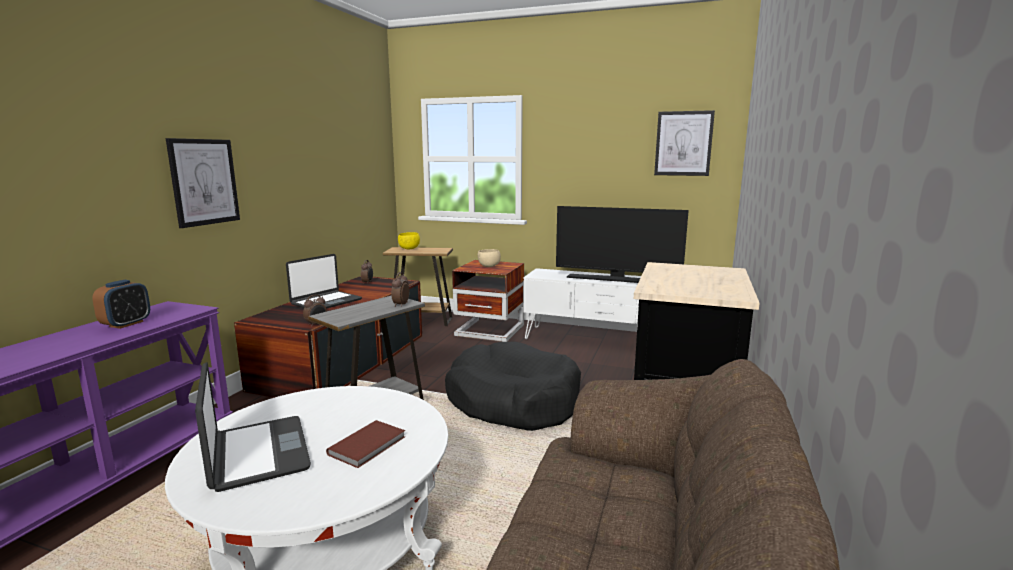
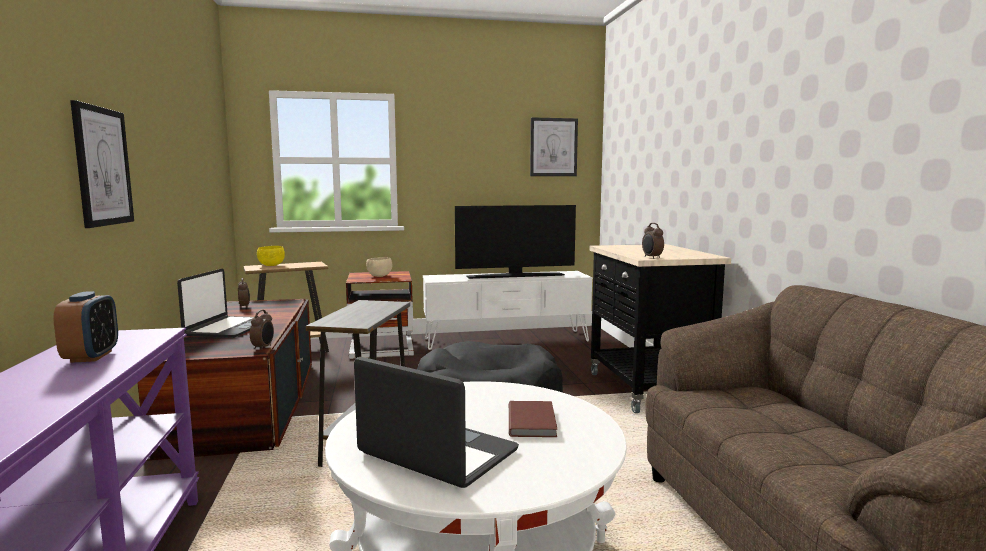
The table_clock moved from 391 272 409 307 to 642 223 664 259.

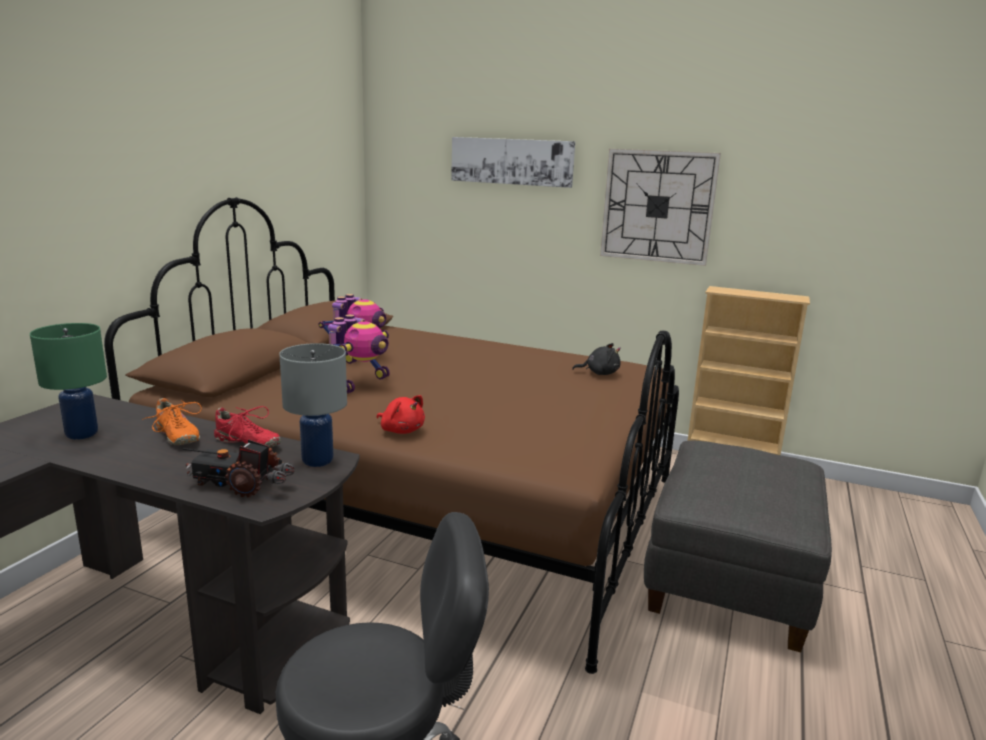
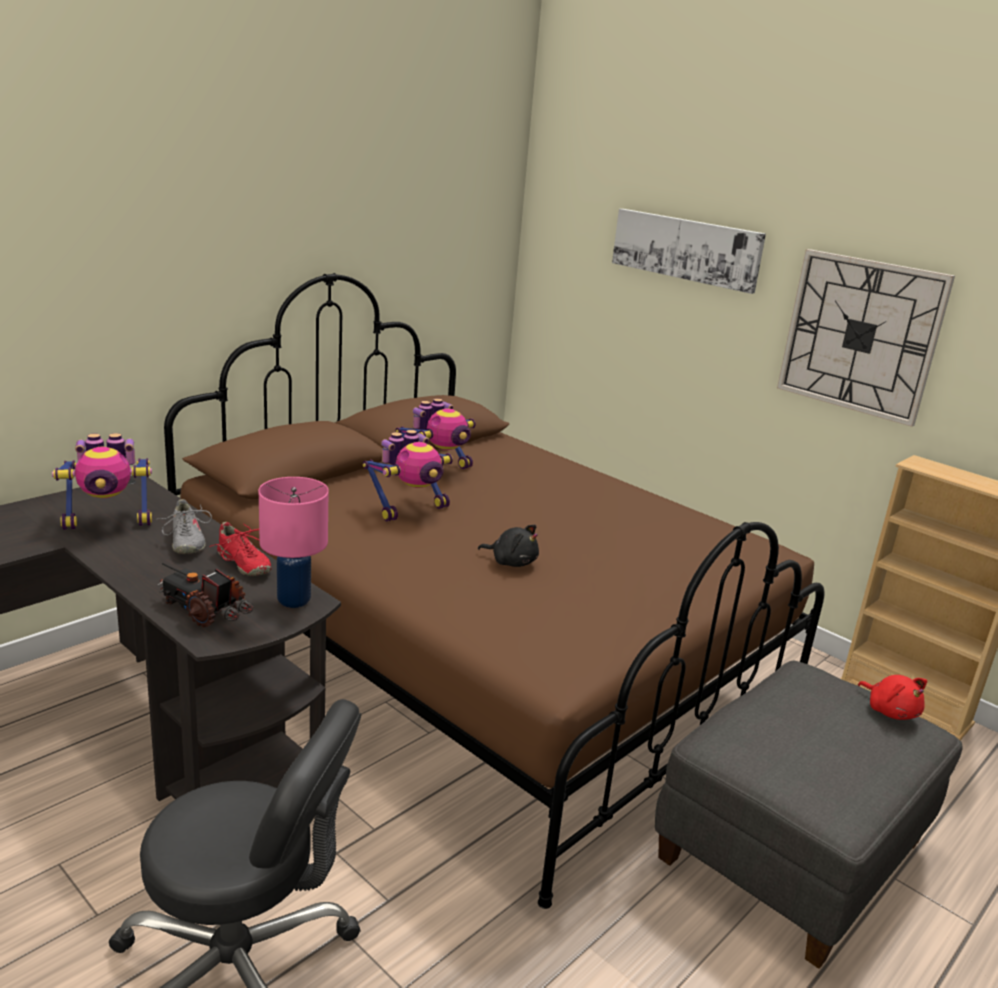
The greenish_table_lamp at 30 323 107 440 was replaced by the model_robot at 52 433 152 530.
The orangey_item_of_footwear at 142 398 202 445 became the grey_item_of_footwear at 157 499 212 554.
The grey_table_lamp at 279 343 347 467 became the pink_table_lamp at 259 477 329 608.
The blackish_plush_toy moved from 572 343 621 375 to 478 525 539 567.
The reddish_plush_toy moved from 376 395 425 434 to 858 675 927 720.

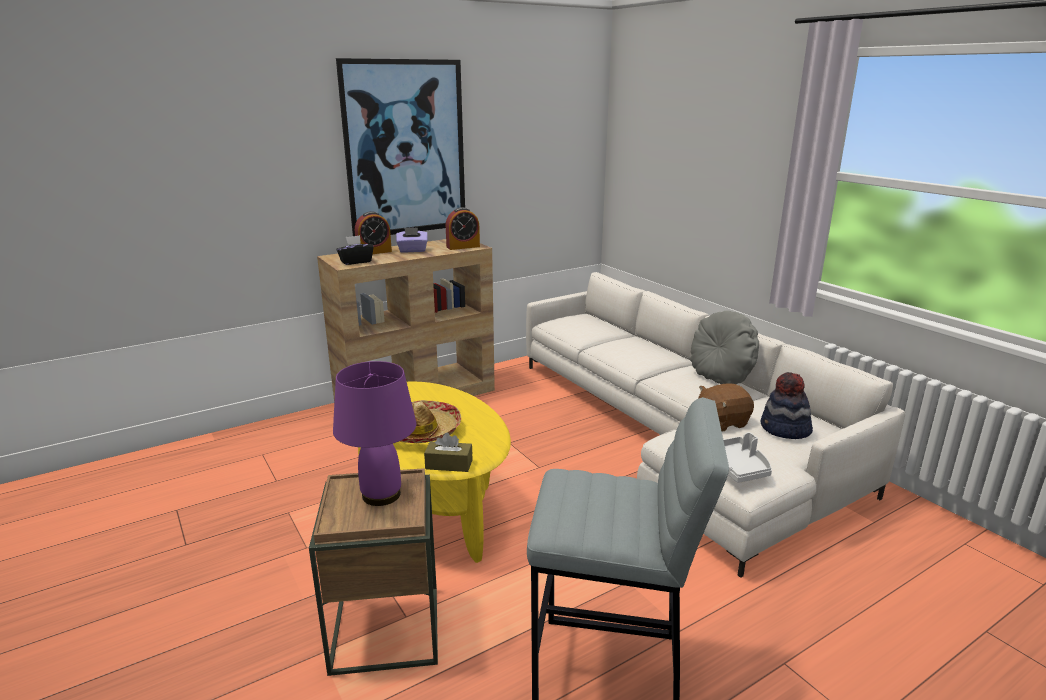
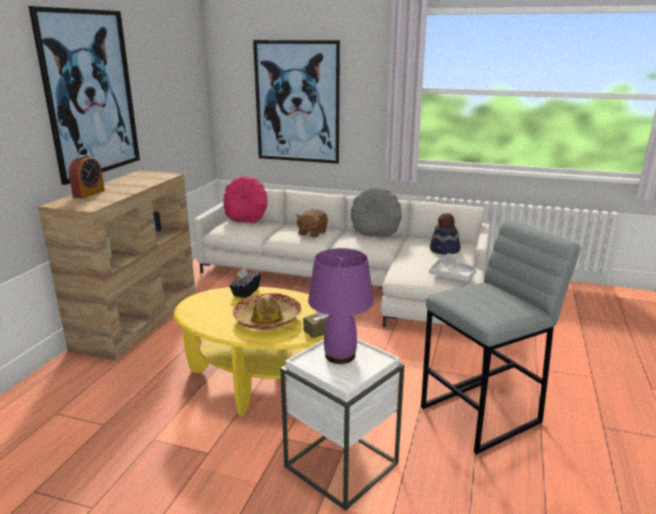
The pink_cushion at 223 176 268 223 appeared.
The blackish_box_of_tissues moved from 336 235 374 265 to 229 267 261 298.
The picture at 253 40 340 164 appeared.
The brownish_side_table at 309 468 438 676 became the whitish_side_table at 280 339 404 511.
The brownish_plush_toy moved from 698 383 754 432 to 296 209 328 238.
The purple-coloured_box_of_tissues at 396 228 428 253 disappeared.
The table_clock at 446 207 480 250 disappeared.

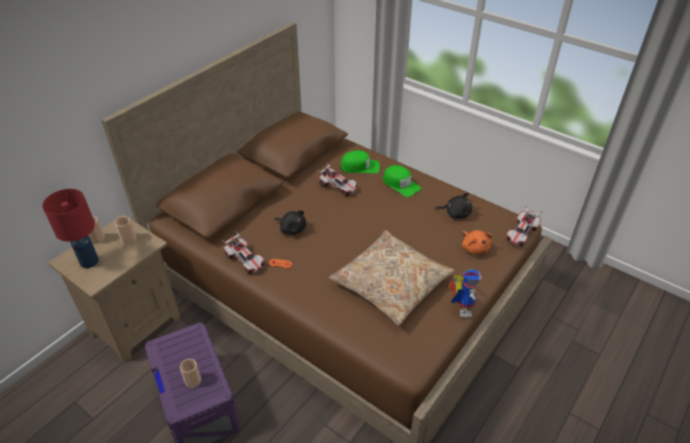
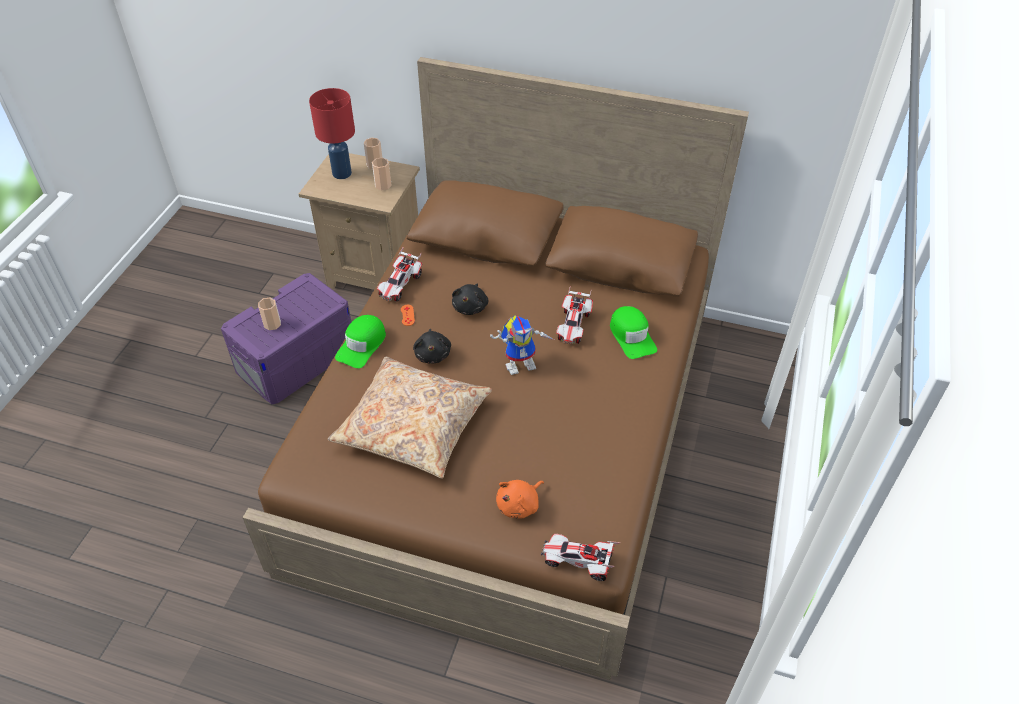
The greenish_baseball_cap moved from 383 165 421 197 to 335 315 386 368.
The blackish_plush_toy moved from 435 193 473 219 to 413 329 451 364.
The model_robot moved from 449 270 482 318 to 490 315 554 375.

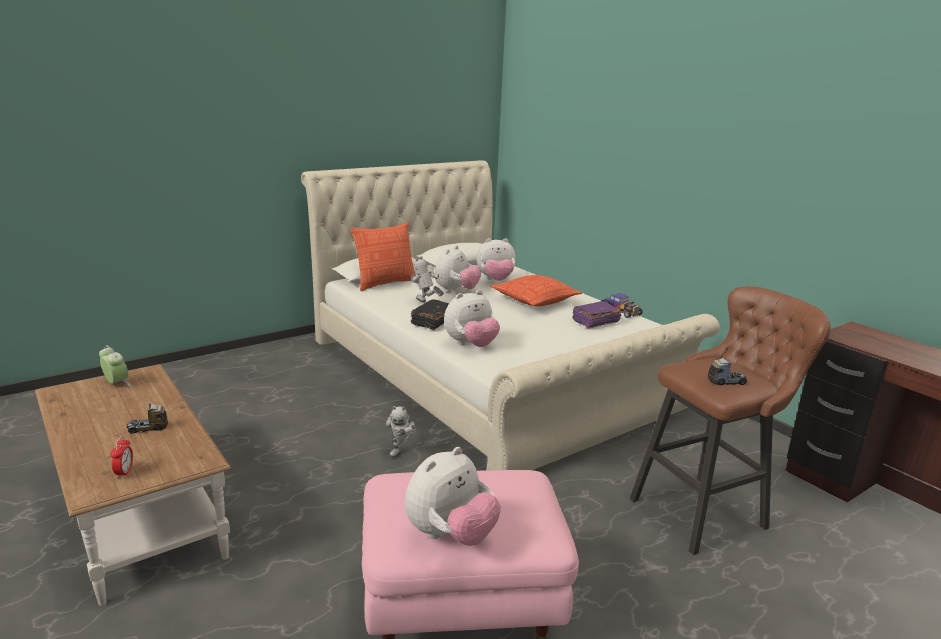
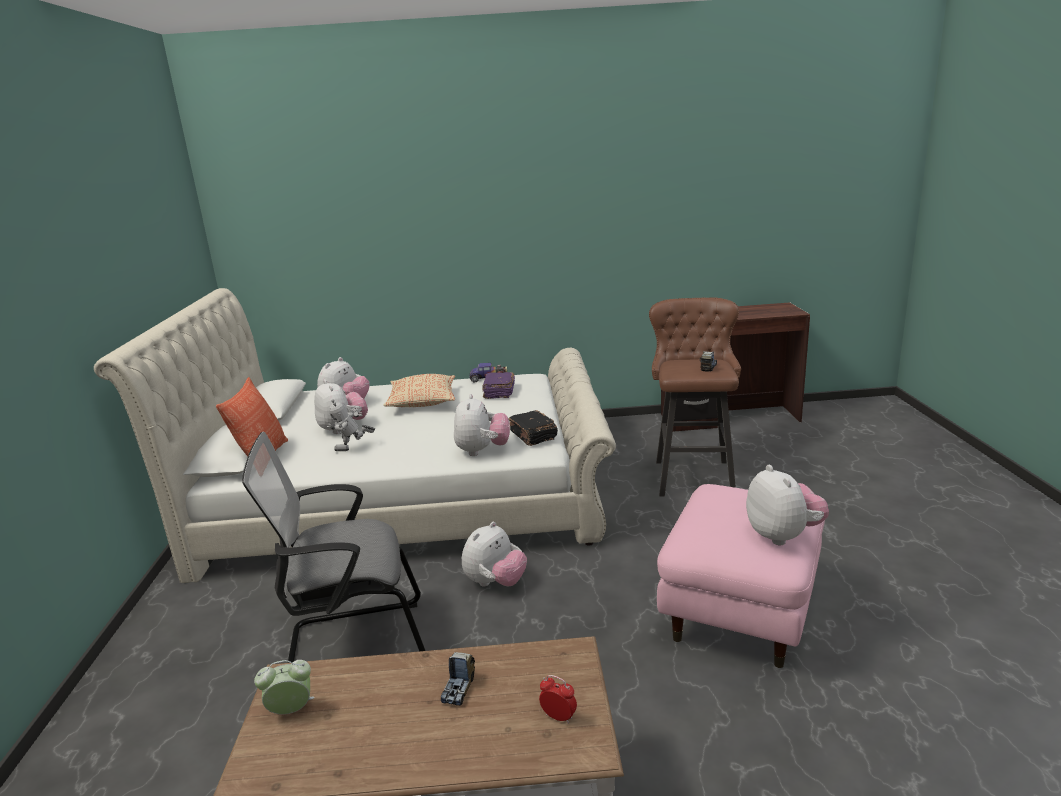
The chair at 242 431 425 663 appeared.
The orangey_cushion at 490 275 582 306 became the sand-coloured_cushion at 383 374 455 407.
The model_robot at 386 406 416 458 was replaced by the plush_toy at 462 522 527 587.
The blackish_bound_book moved from 411 299 449 330 to 508 410 558 446.

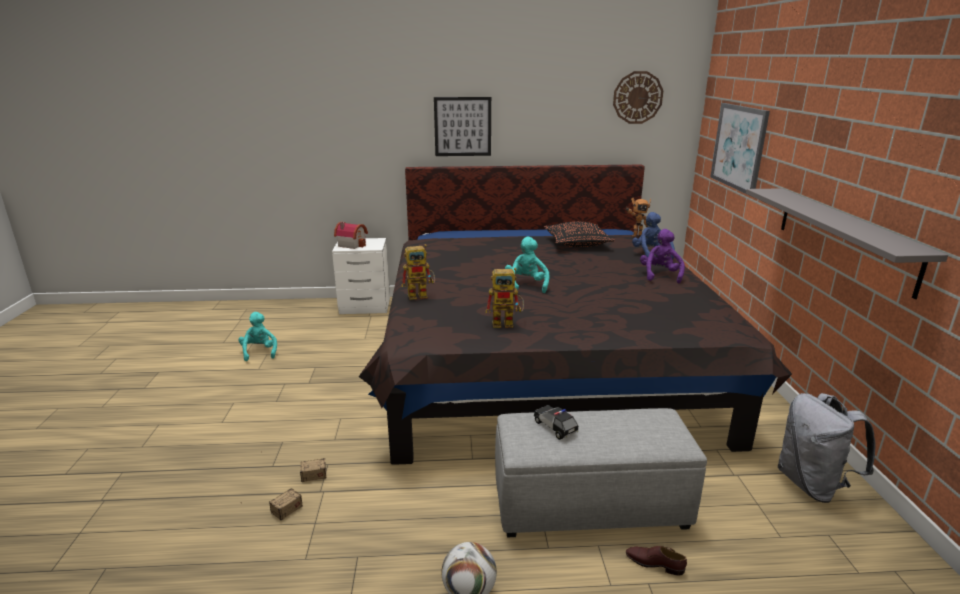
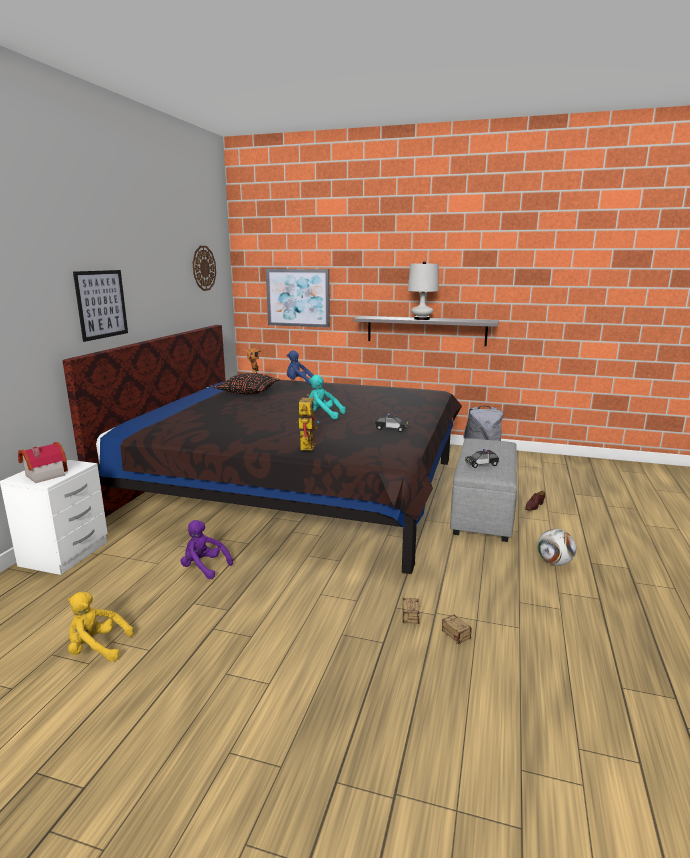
The turquoise-coloured_plush_toy at 239 312 277 361 became the yellow-coloured_plush_toy at 68 592 134 661.
The purple-coloured_plush_toy moved from 640 229 685 283 to 181 520 233 579.
The model_robot at 485 268 524 328 was replaced by the toy_car at 374 413 408 432.
The whitish_table_lamp at 408 261 439 320 appeared.

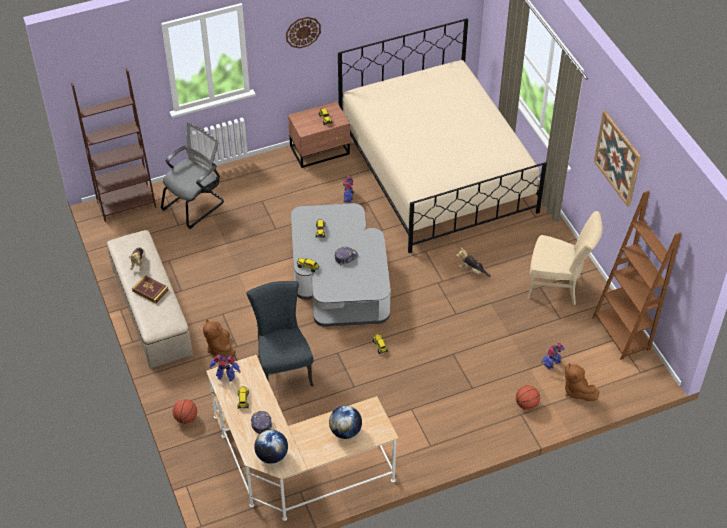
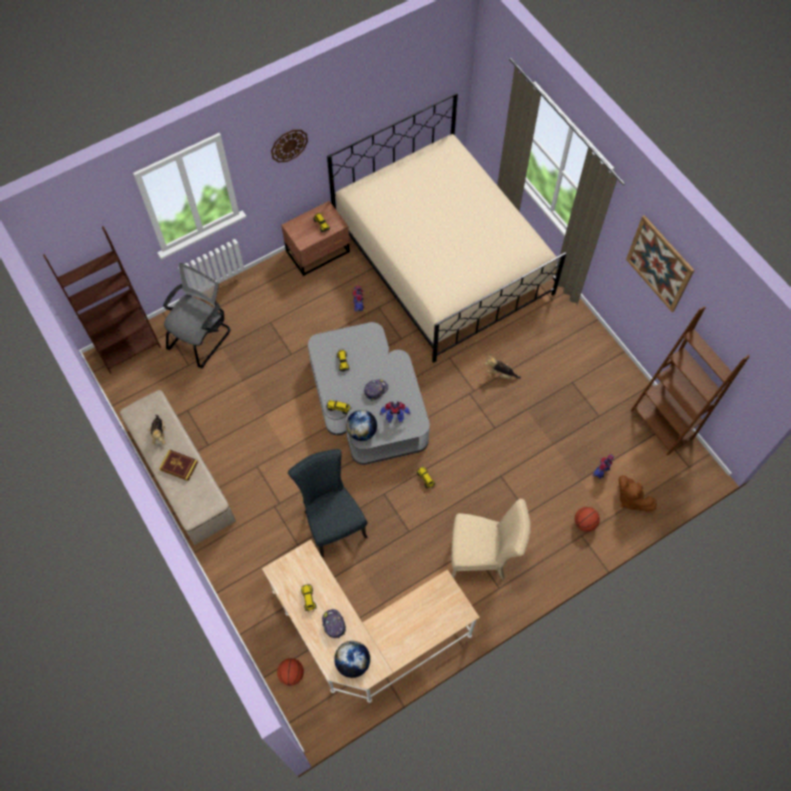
The basketball moved from 173 399 197 424 to 277 658 304 686.
The world_globe moved from 329 406 362 439 to 346 410 377 441.
The model_robot moved from 209 354 240 381 to 380 401 410 423.
The sand-coloured_chair moved from 527 211 603 305 to 451 499 531 580.
The brownish_plush_toy at 203 319 236 358 disappeared.

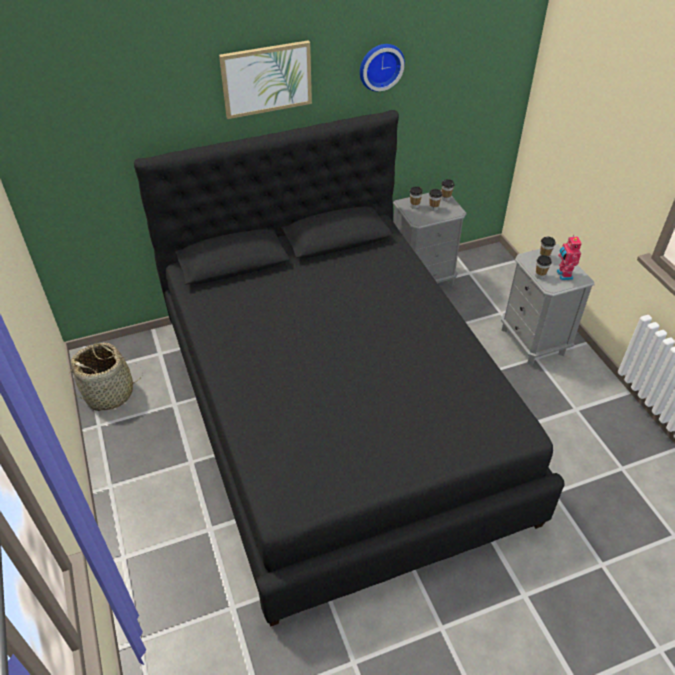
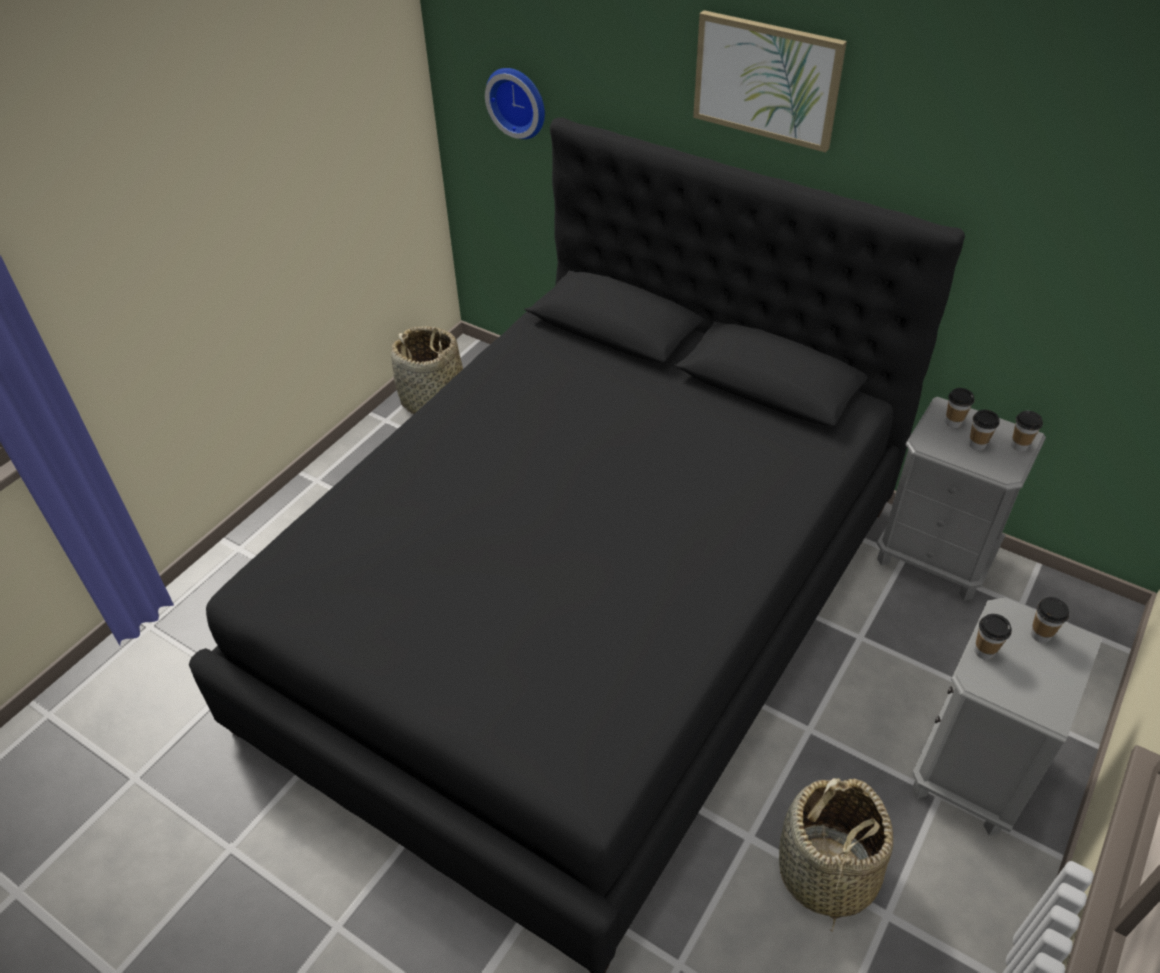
The hanging_clock moved from 360 44 405 92 to 485 68 545 139.
The household_basket at 779 778 893 932 appeared.
The model_robot at 557 235 582 280 disappeared.

